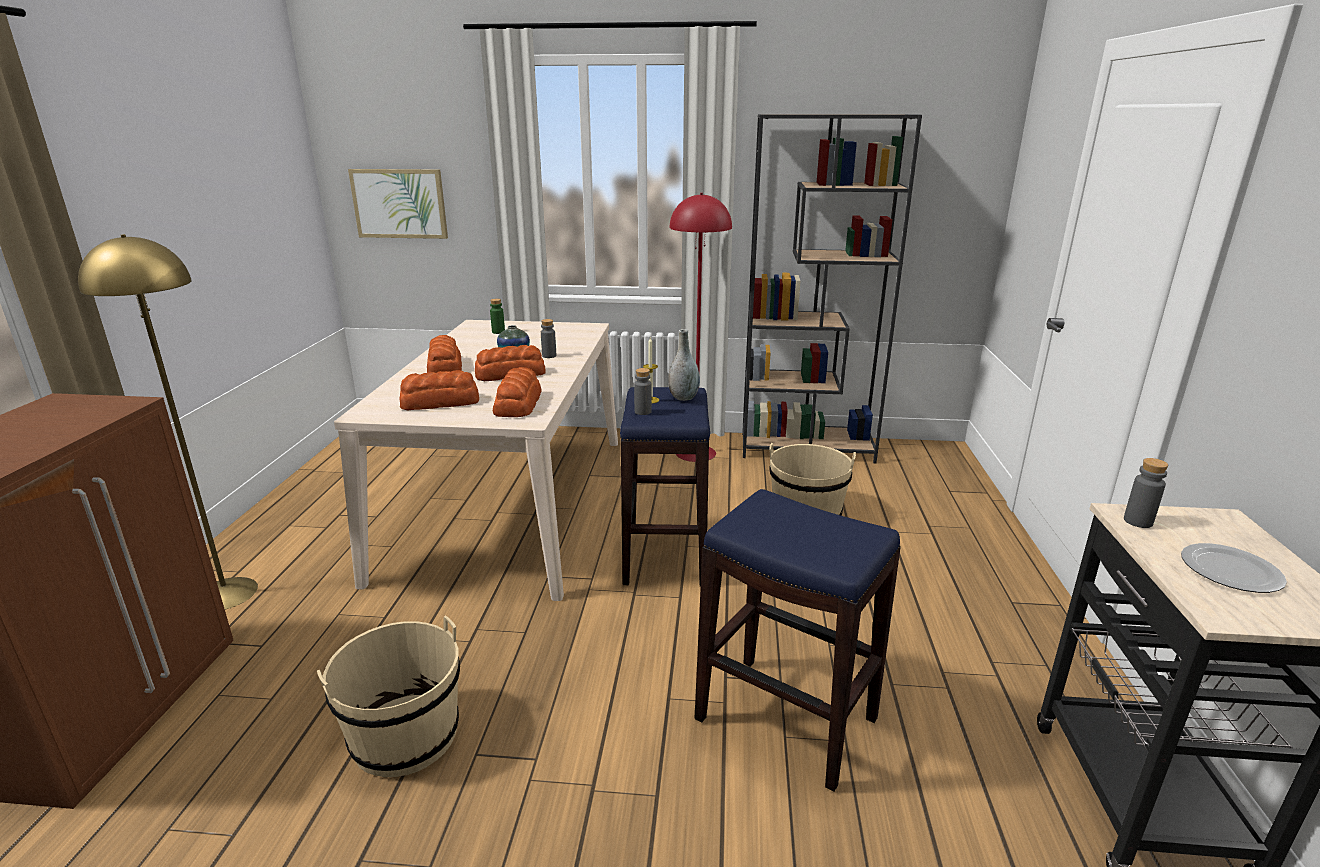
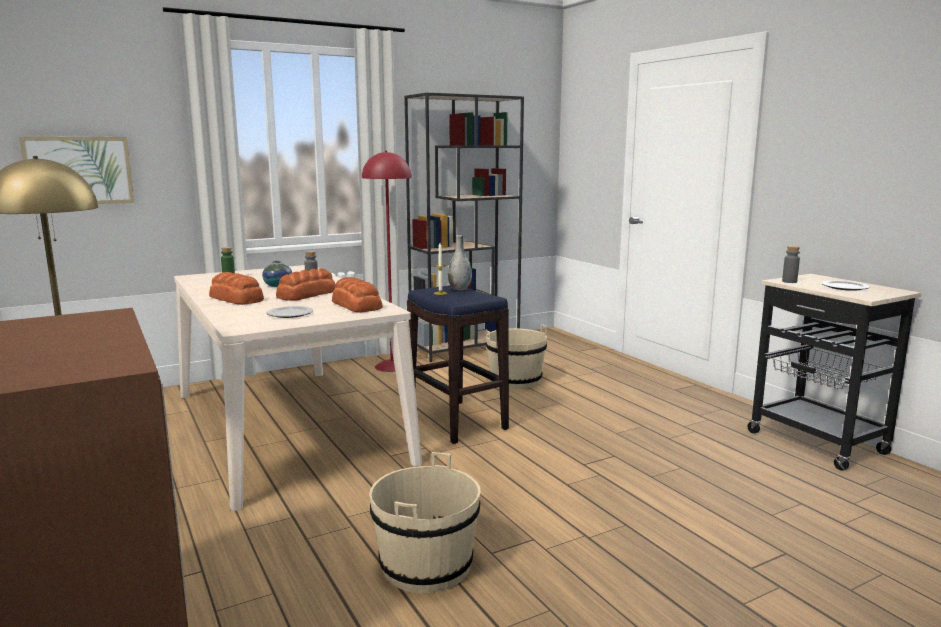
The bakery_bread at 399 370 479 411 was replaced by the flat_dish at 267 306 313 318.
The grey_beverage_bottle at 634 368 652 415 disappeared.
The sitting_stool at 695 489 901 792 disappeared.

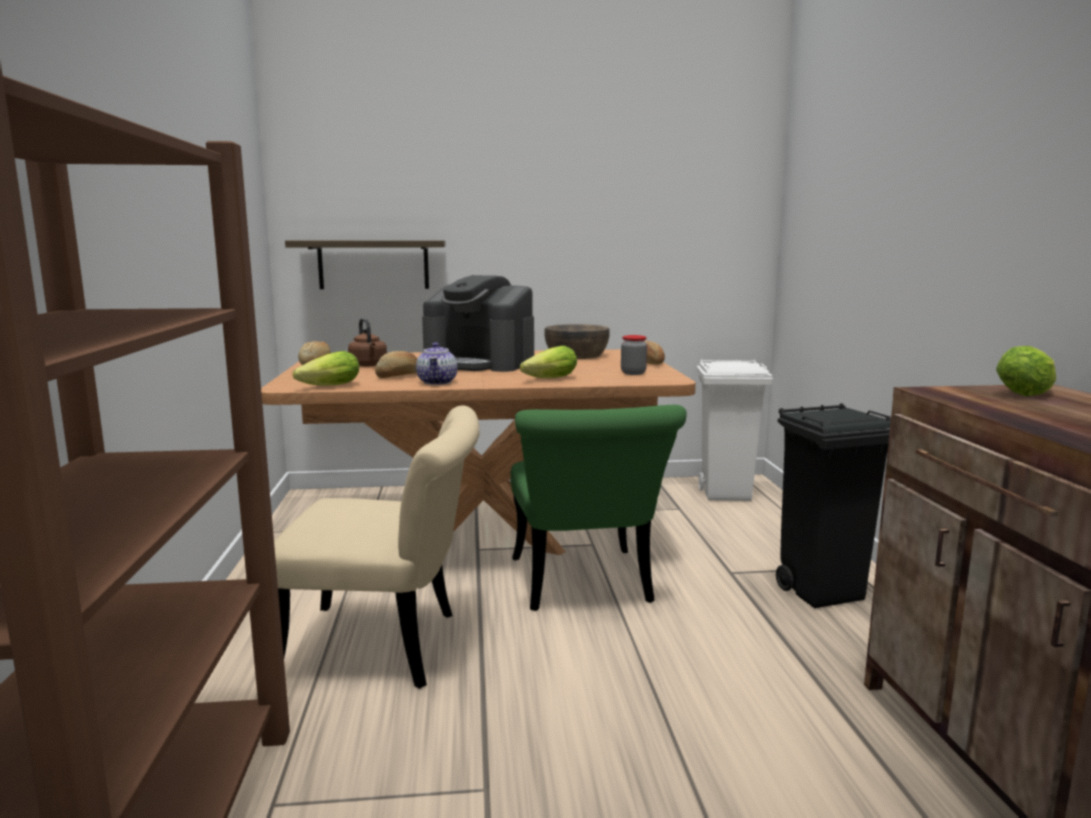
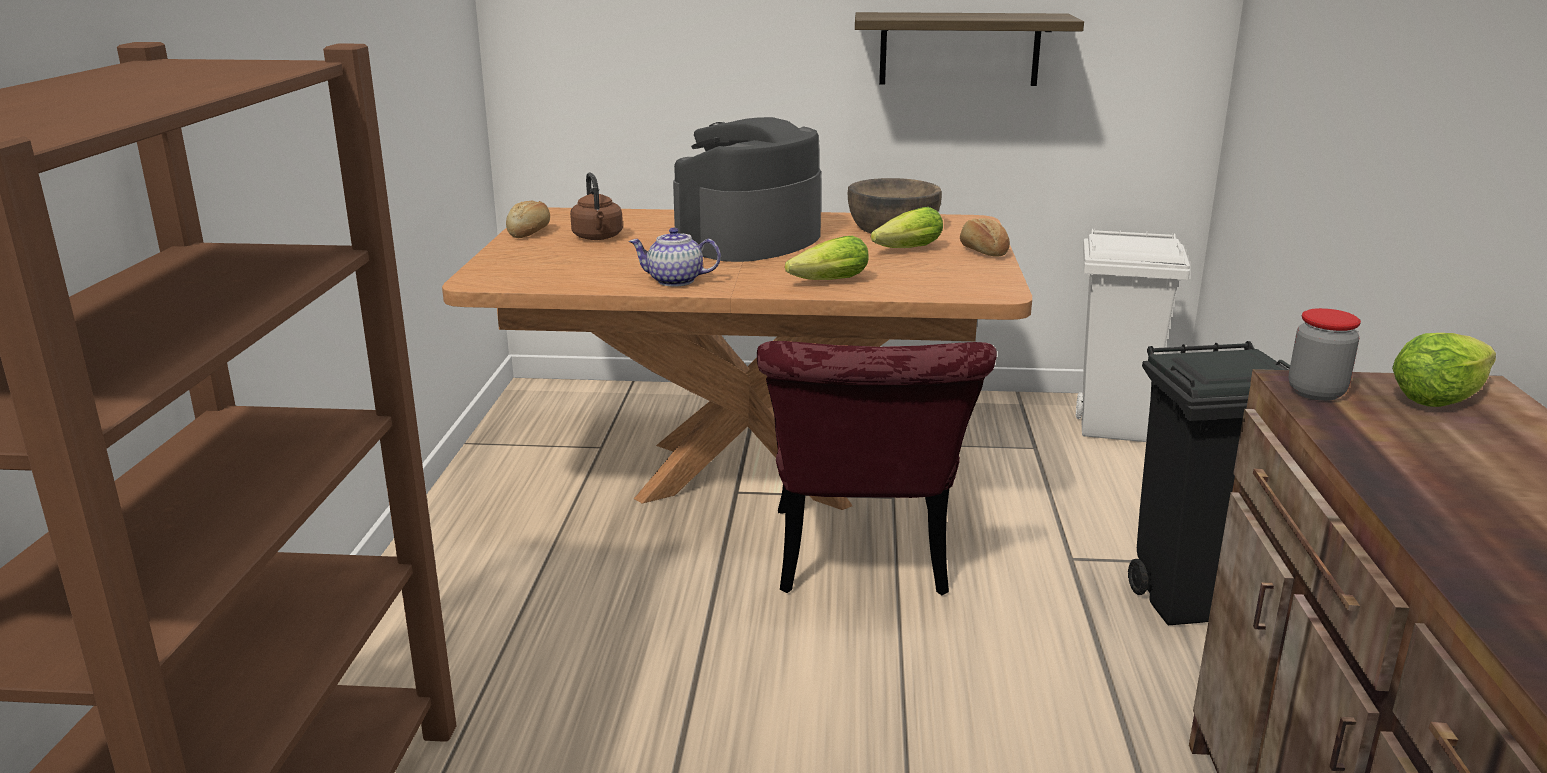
The tea_pot at 416 343 457 385 turned 90 degrees clockwise.
The coffee_brewer at 422 275 534 372 turned 90 degrees clockwise.
The greenish_chair at 511 405 687 611 became the reddish_chair at 757 341 997 595.
The wall_shelf moved from 285 240 446 289 to 855 12 1084 86.
The lettuce moved from 293 351 359 386 to 871 207 943 248.
The preserve_jar moved from 621 335 647 375 to 1289 308 1361 401.
The sand-coloured_chair at 274 405 480 689 disappeared.
The bakery_bread at 375 351 418 378 disappeared.

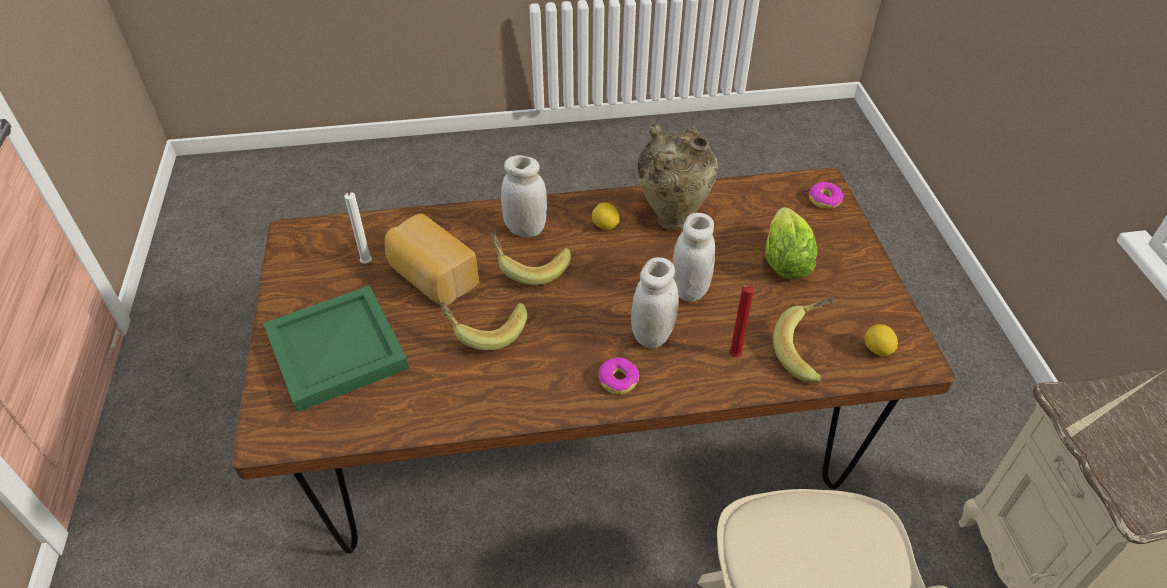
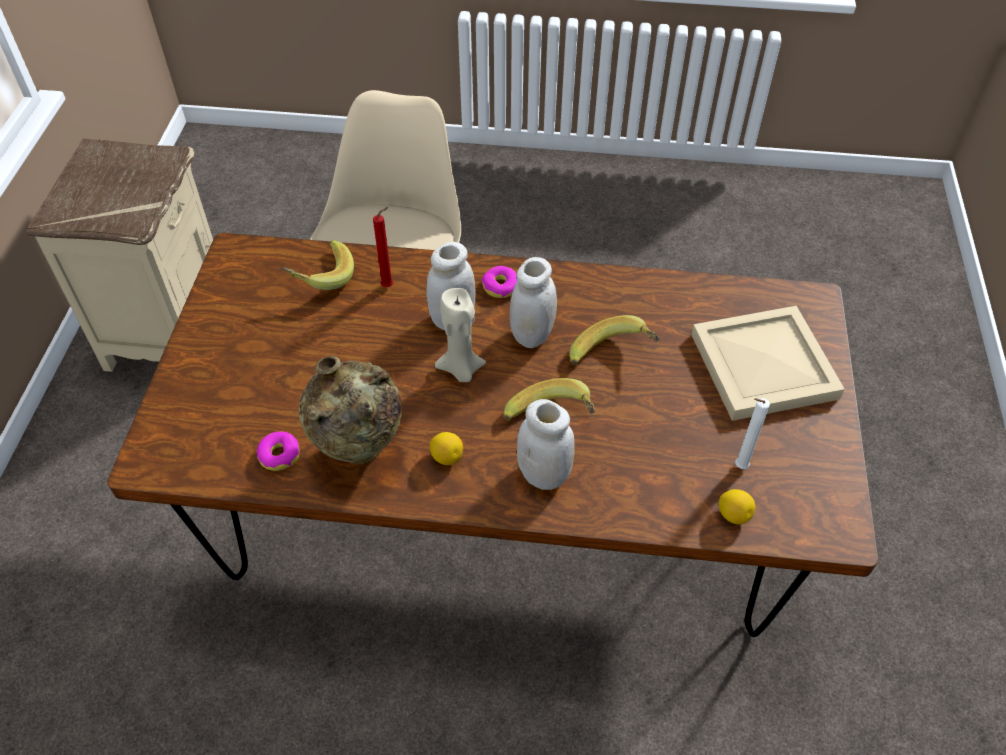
The ring_doughnut moved from 809 182 843 209 to 257 431 300 471.
The sand-coloured_wax_light at 435 288 486 382 appeared.
The whitish_preserve_jar moved from 672 213 715 302 to 510 257 557 348.
The greenish_carrying_tray at 263 286 409 412 became the sand-coloured_carrying_tray at 691 306 845 421.
The whole_lemon moved from 864 324 898 356 to 719 489 756 524.
The bakery_bread at 385 213 479 305 disappeared.
The lettuce at 765 207 818 279 disappeared.

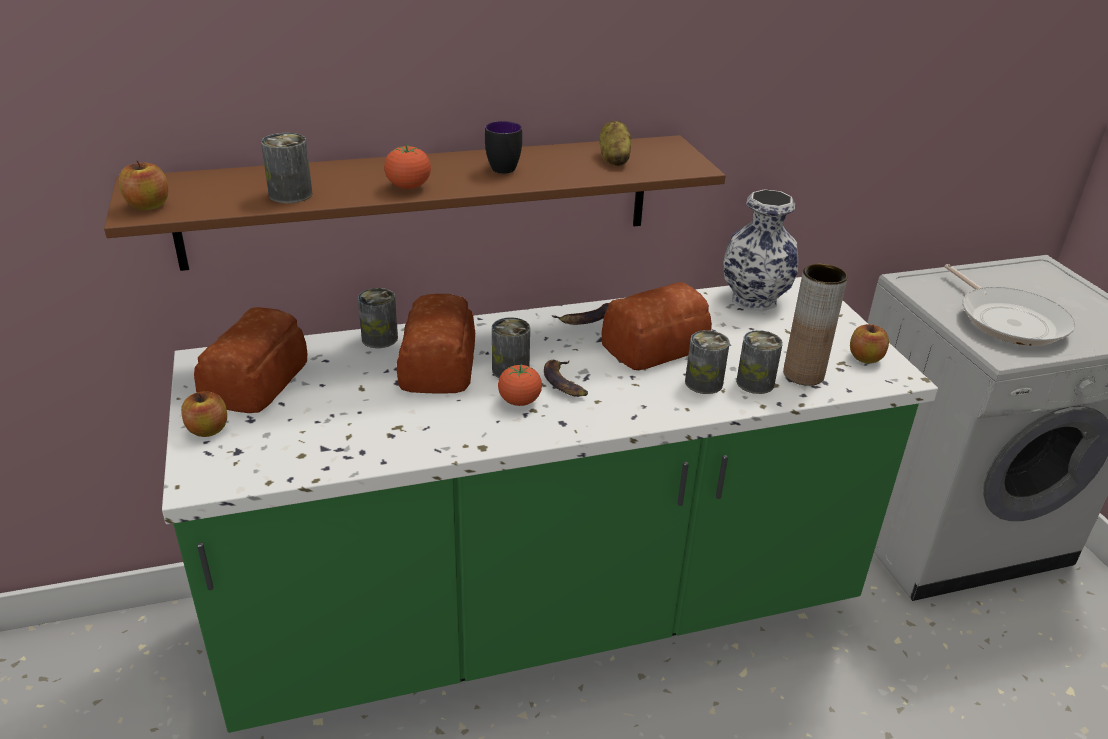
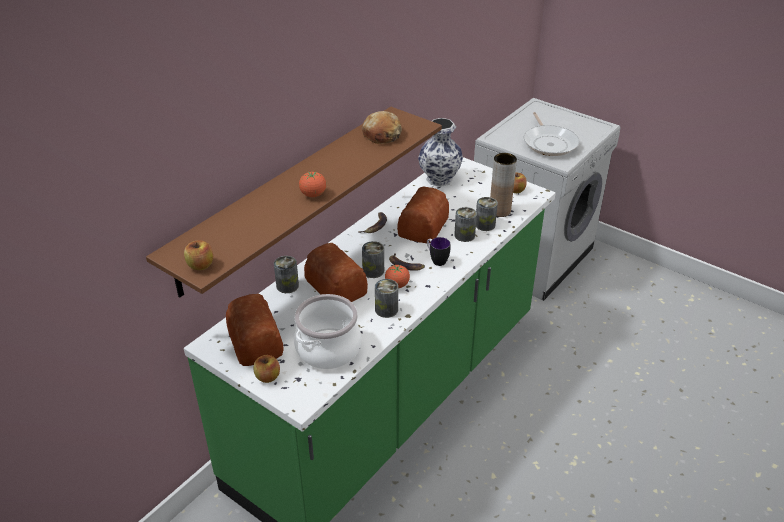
The saucepot at 294 294 361 369 appeared.
The potato at 600 121 631 166 was replaced by the bakery_bread at 362 111 402 144.
The sealed_can moved from 261 133 312 203 to 375 279 398 318.
The mug moved from 485 121 522 174 to 427 237 450 266.
The pan at 944 264 1075 346 turned 45 degrees clockwise.

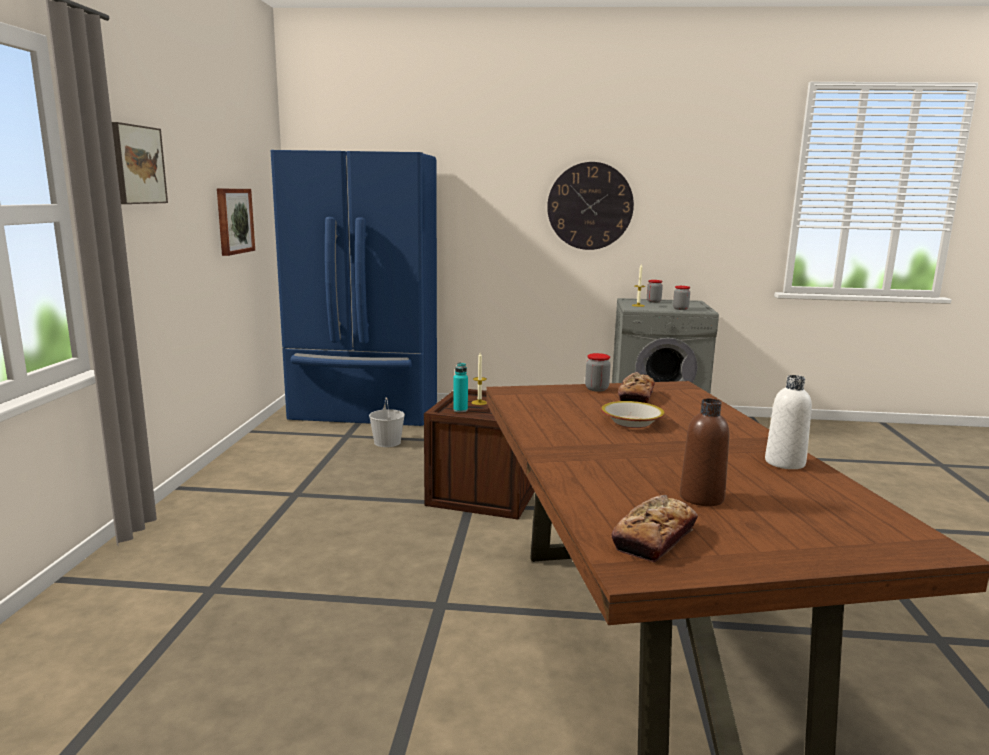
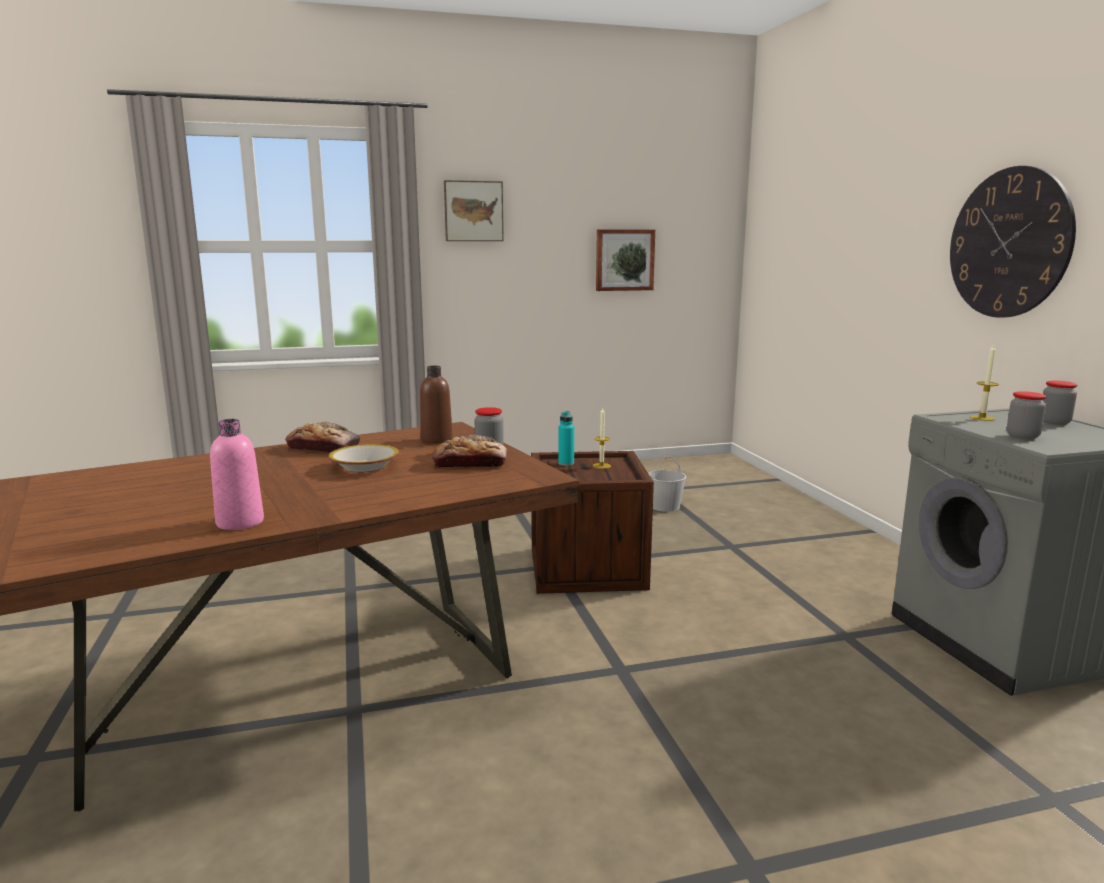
The whitish_beverage_bottle at 765 375 812 469 became the pink_beverage_bottle at 210 419 264 530.
The bakery_bread moved from 612 495 698 563 to 285 421 360 453.
The brownish_beverage_bottle moved from 680 398 729 506 to 420 366 453 444.
The bluish_refrigerator at 271 150 437 426 disappeared.

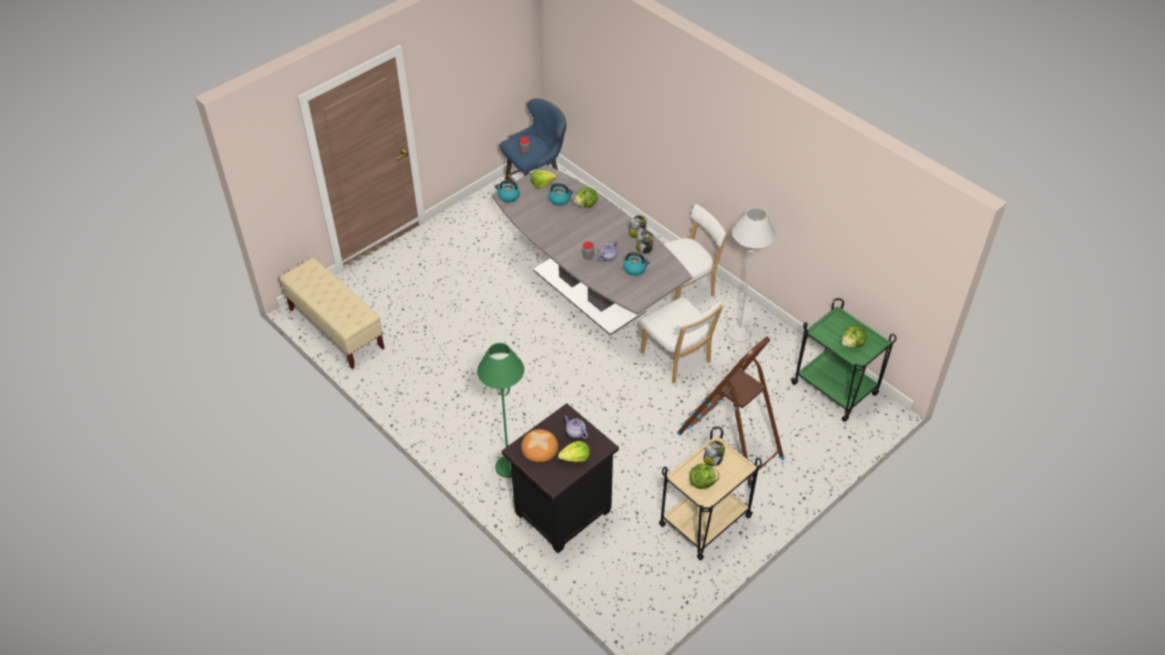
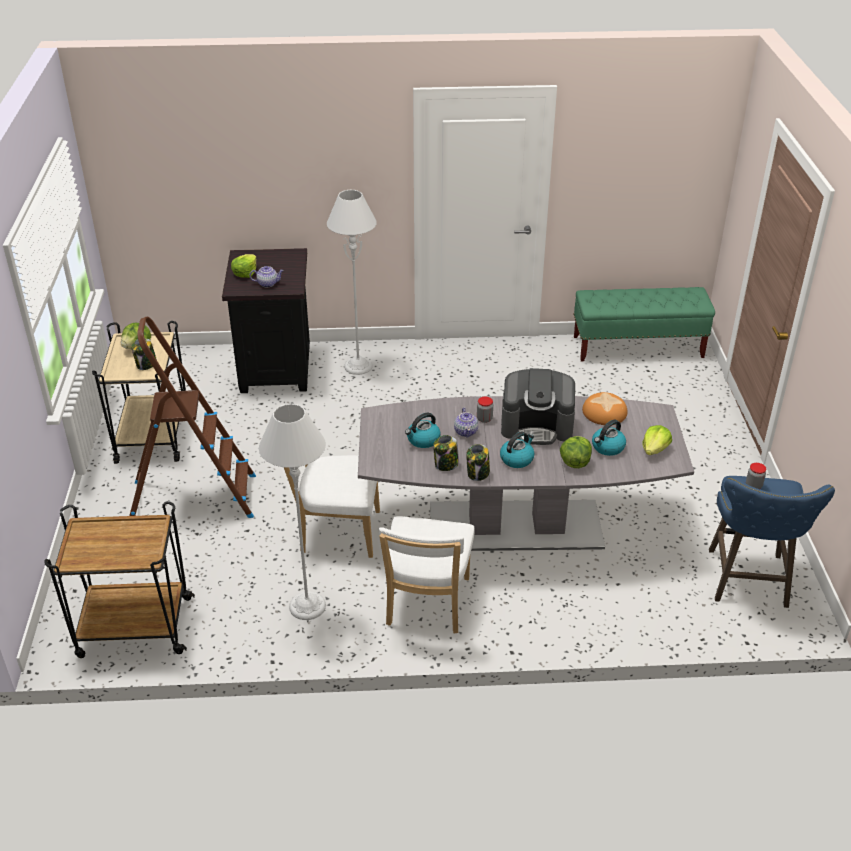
The greenish_wheeled_cart at 790 298 896 422 became the brownish_wheeled_cart at 44 501 195 658.
The greenish_standard_lamp at 477 343 524 478 became the grey_standard_lamp at 327 190 377 375.
The tea_kettle moved from 494 180 520 202 to 500 432 534 468.
The coffee_brewer at 501 368 575 445 appeared.
The sand-coloured_long_seat at 280 258 385 369 became the greenish_long_seat at 573 287 715 362.
The bakery_bread moved from 521 429 558 462 to 582 392 627 425.
The lettuce at 842 325 867 348 disappeared.

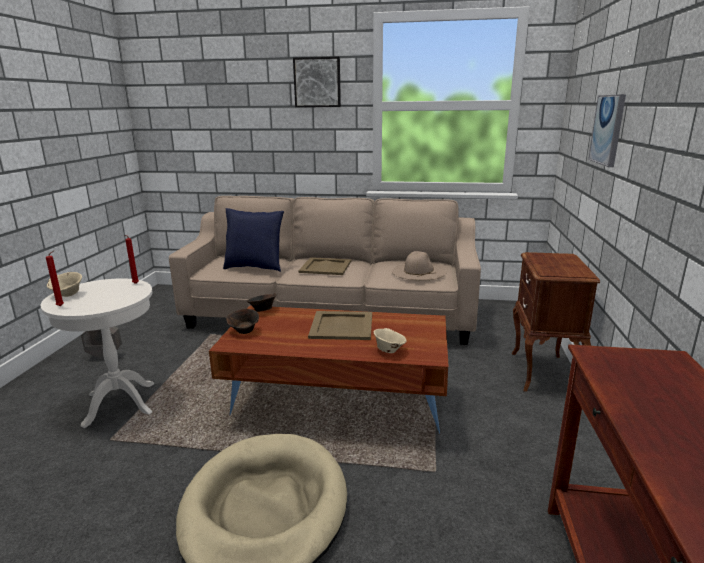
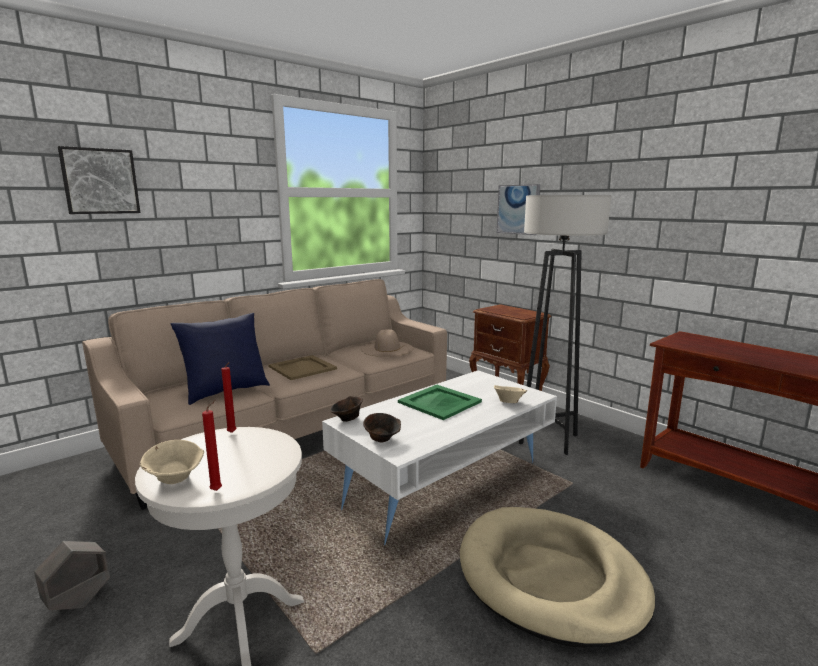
The picture moved from 293 57 341 107 to 58 146 140 214.
The brownish_coffee_table at 209 306 449 434 became the whitish_coffee_table at 322 370 557 545.
The sand-coloured_carrying_tray at 308 311 372 340 became the greenish_carrying_tray at 398 385 482 420.
The grey_standard_lamp at 519 195 611 455 appeared.

